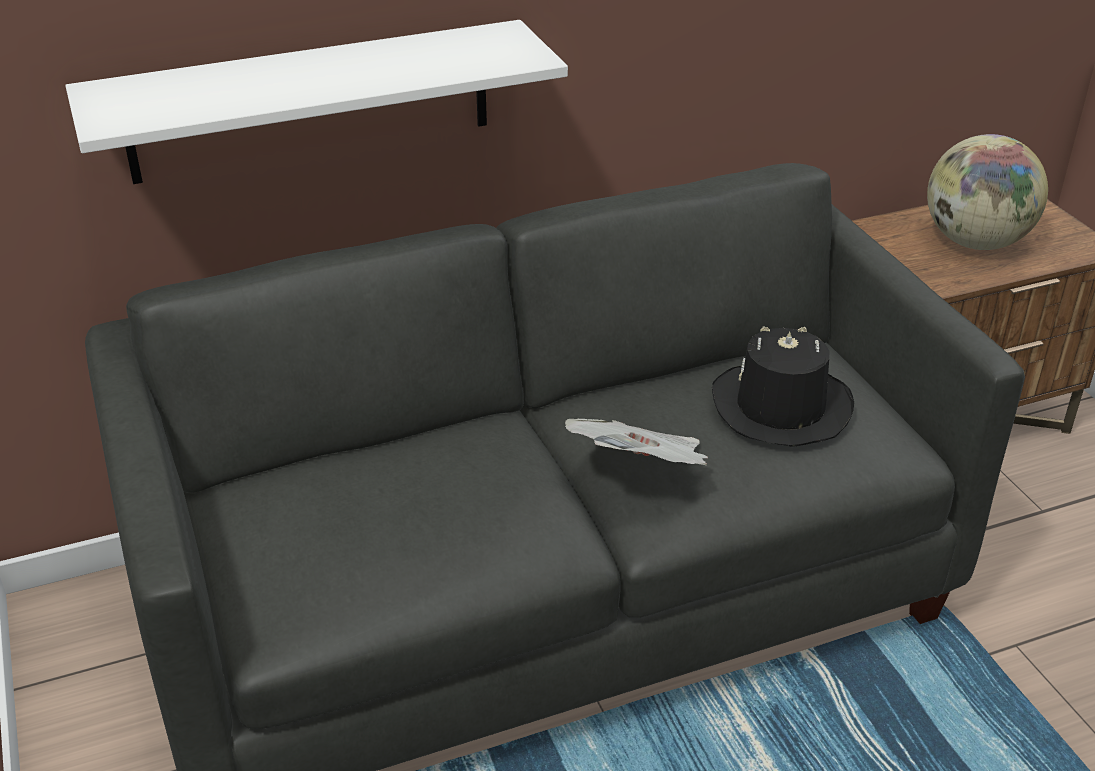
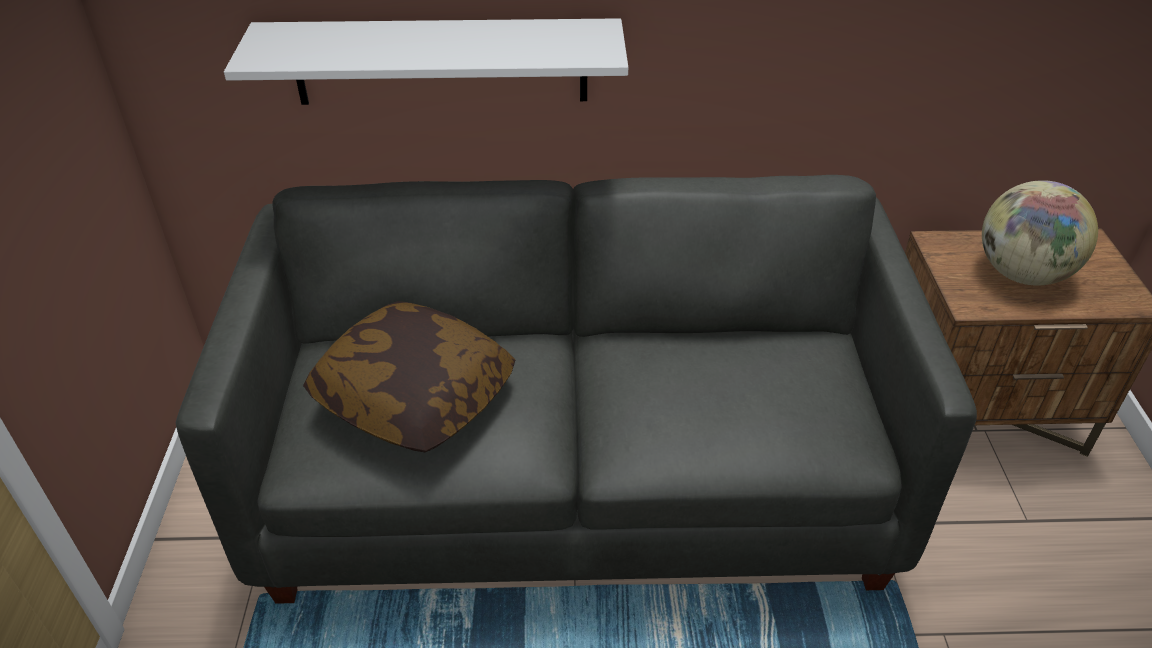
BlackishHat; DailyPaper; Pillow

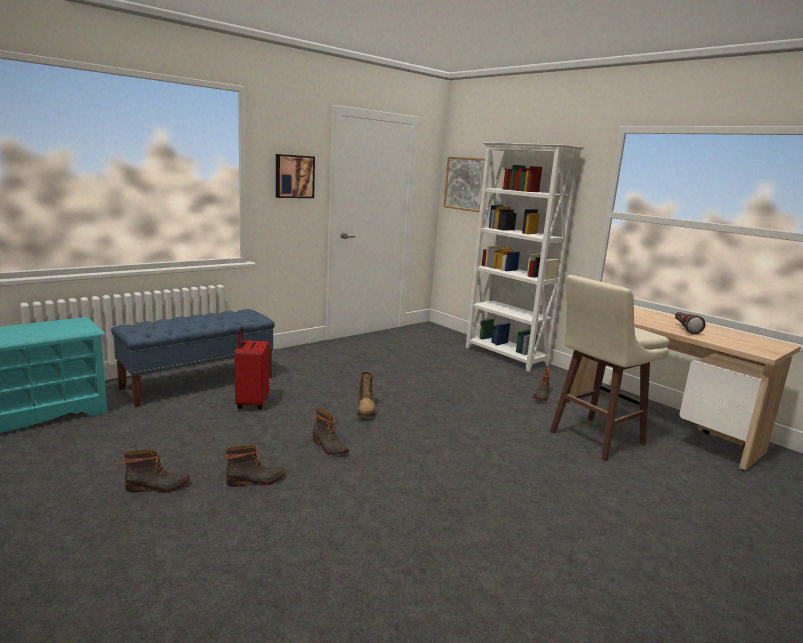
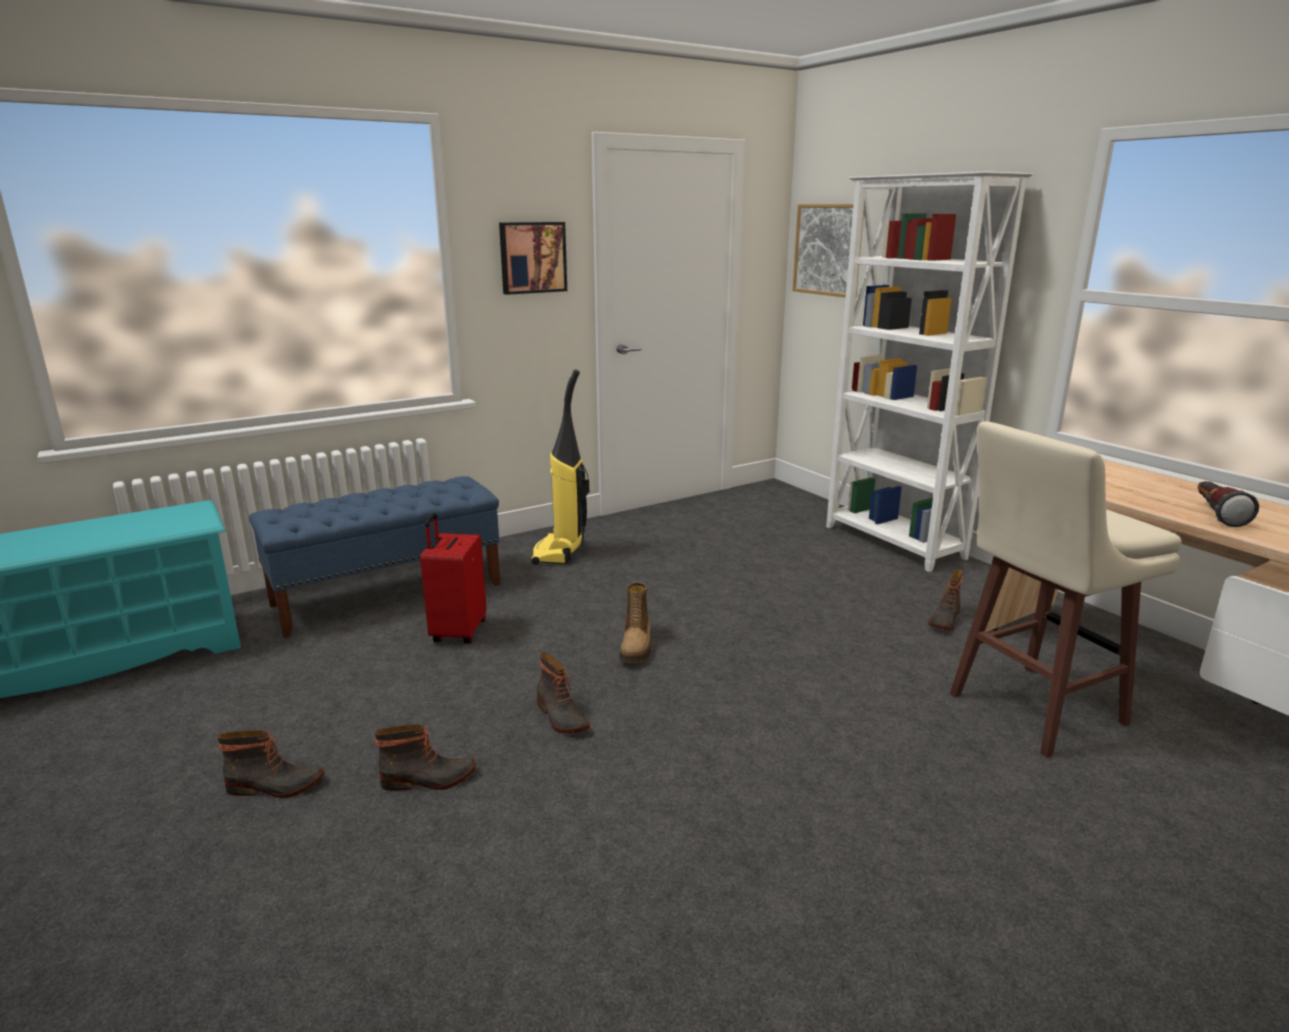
Vacuum

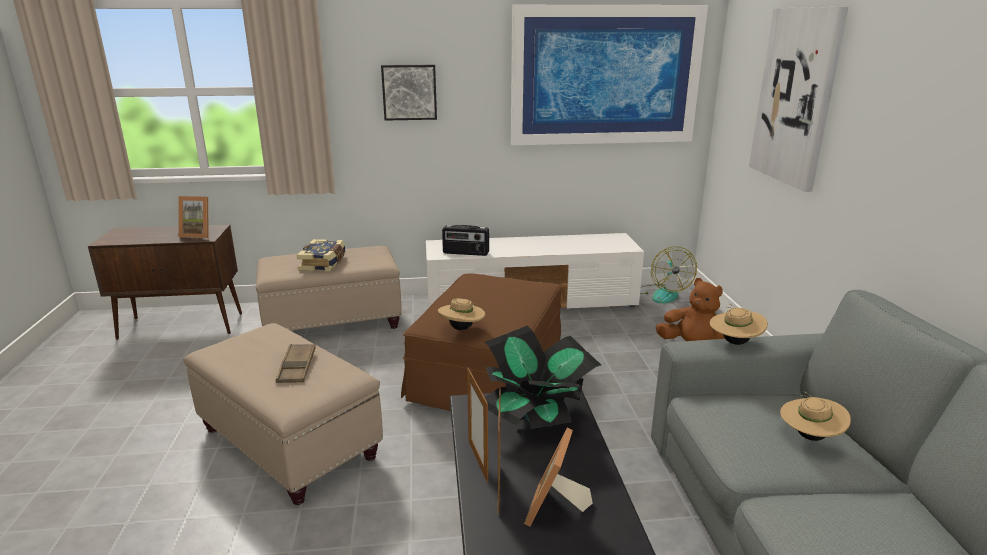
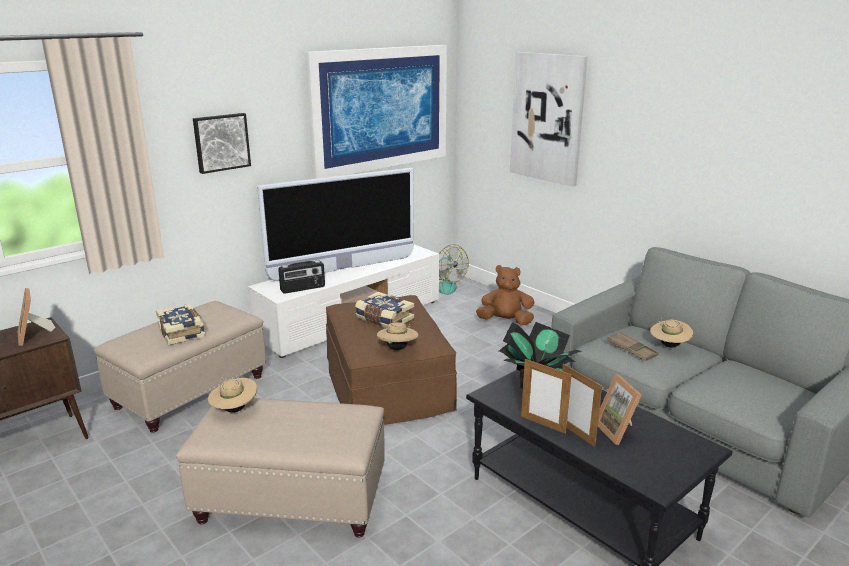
PictureFrame (no. 1 from left); BeigeHat (no. 1 from left); BrownishCarryingTray; Television; Volume (no. 2 from left)

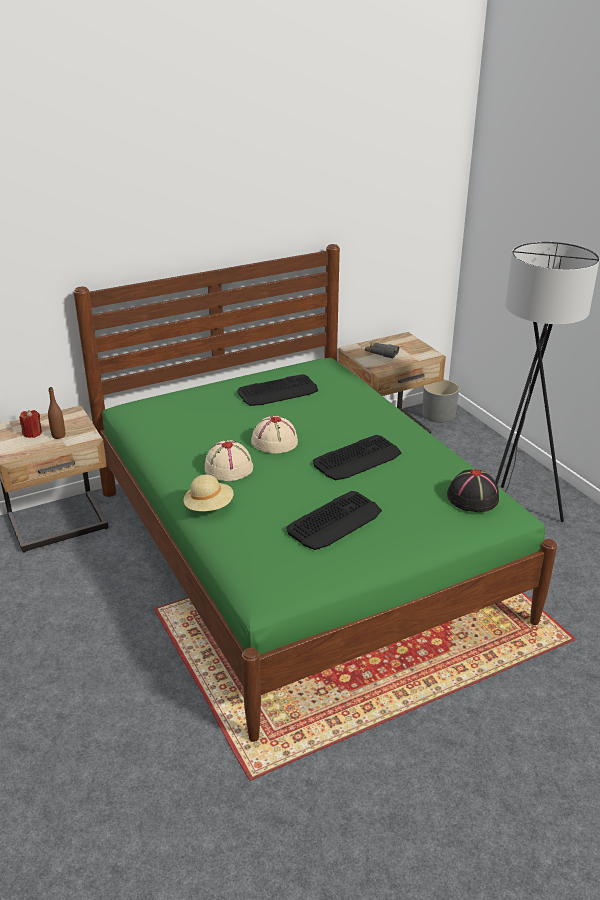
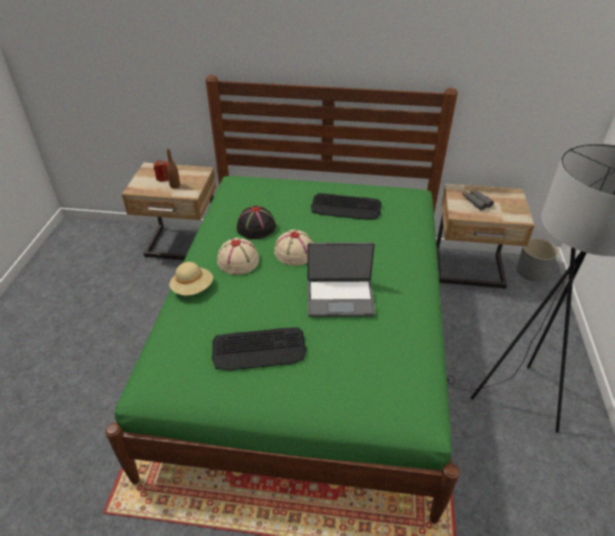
Laptop; BlackishHat

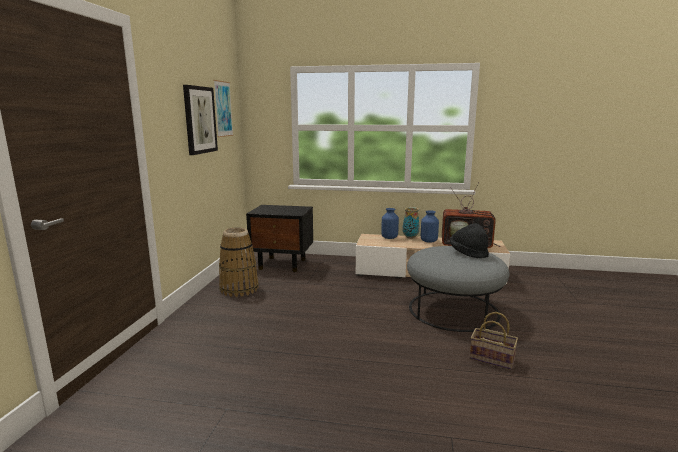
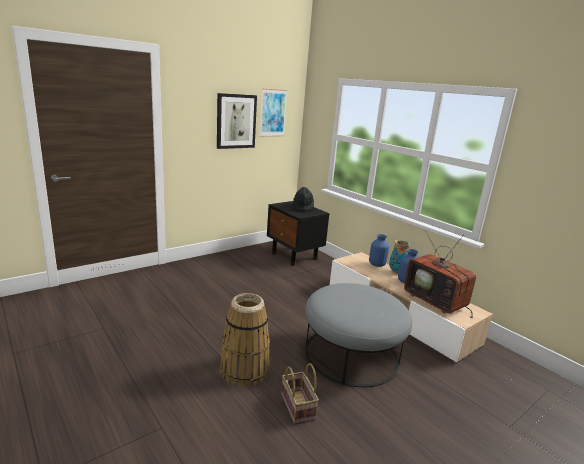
BlackishHat; StorageBasket (no. 1 from left)

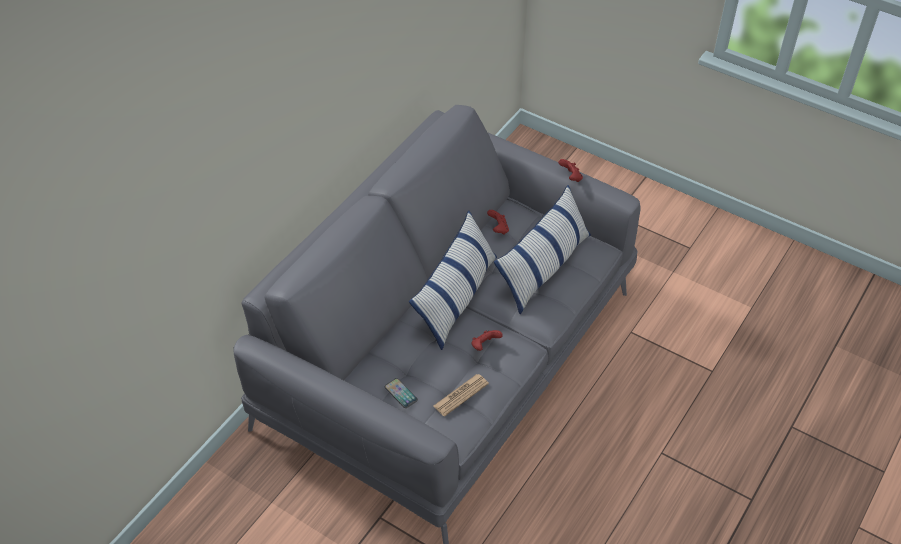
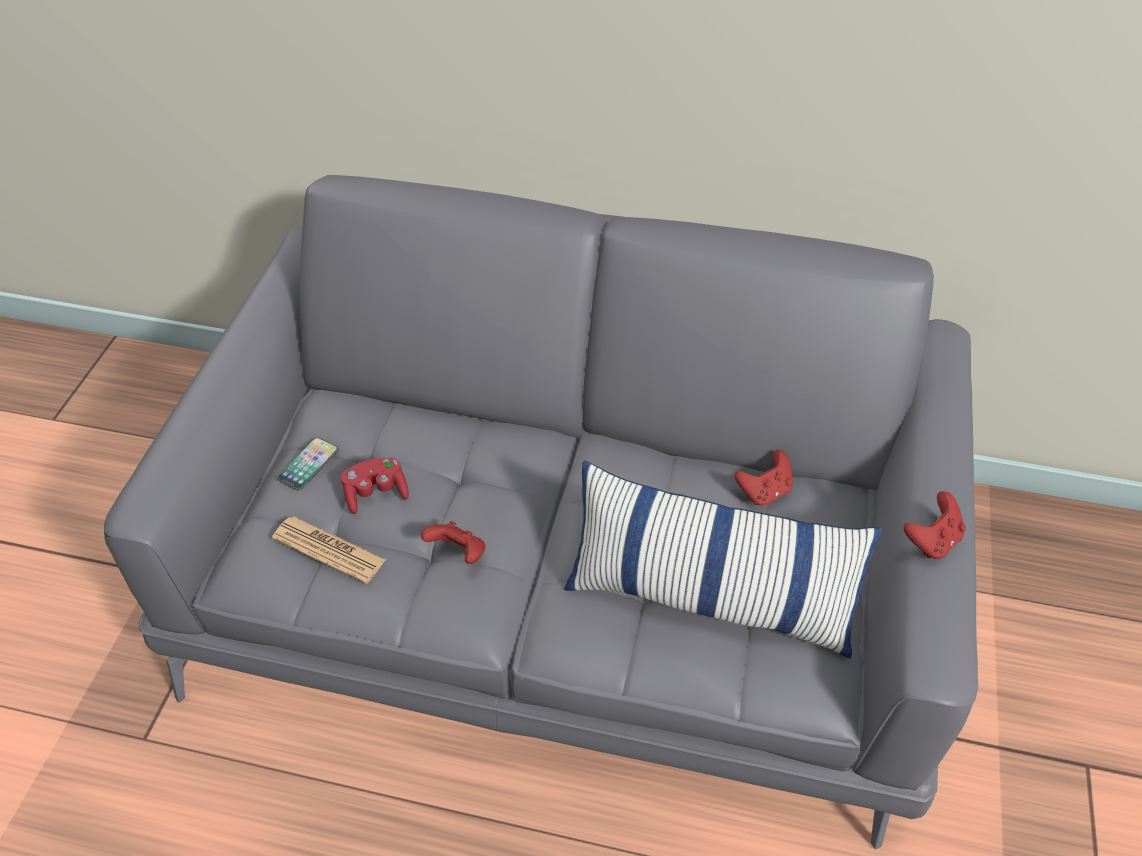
Pillow (no. 1 from left in the first image); RedColouredJoypad (no. 1 from left)

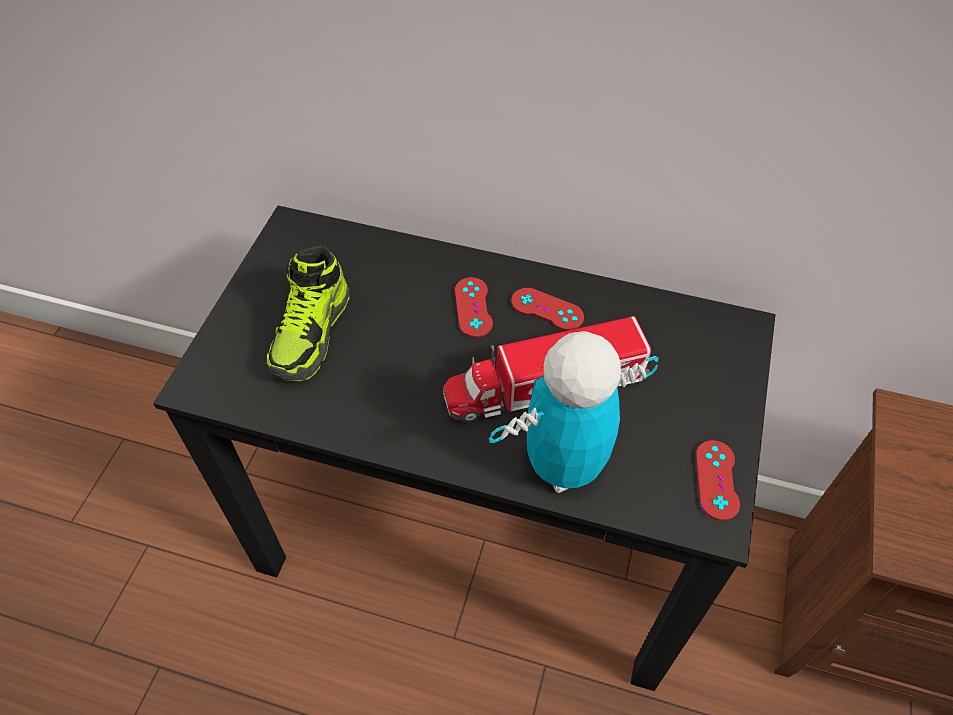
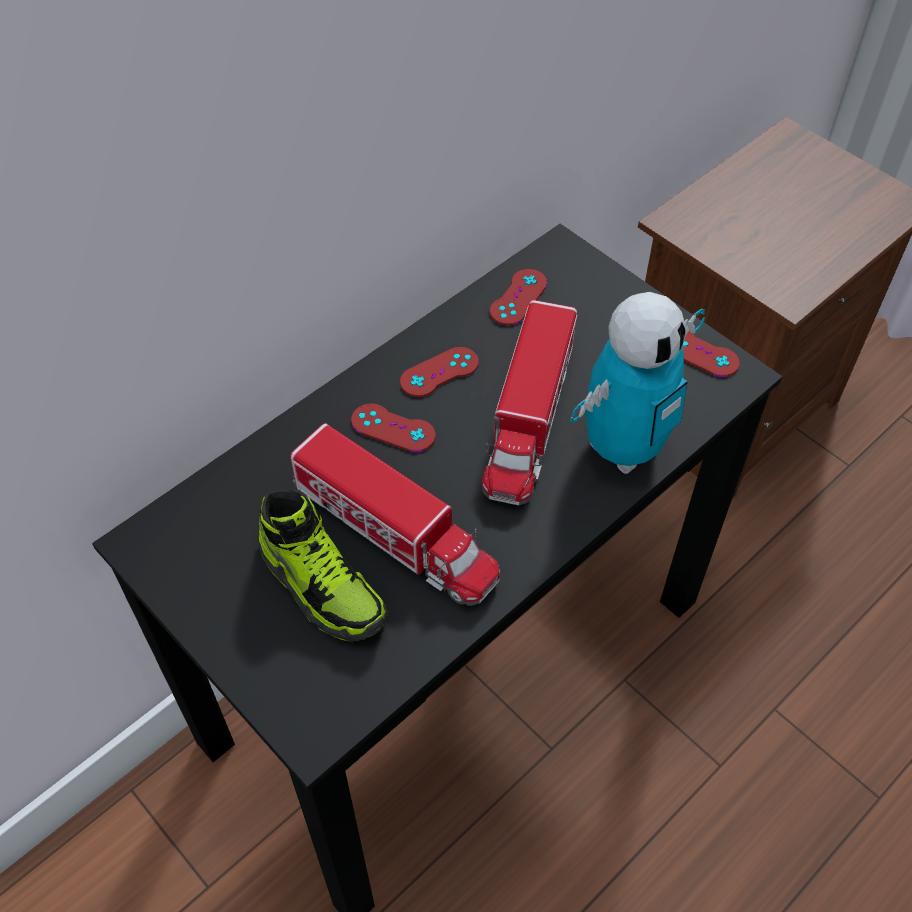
RobotFigure; RedColouredJoypad (no. 3 from left); ModelTruck (no. 1 from left)

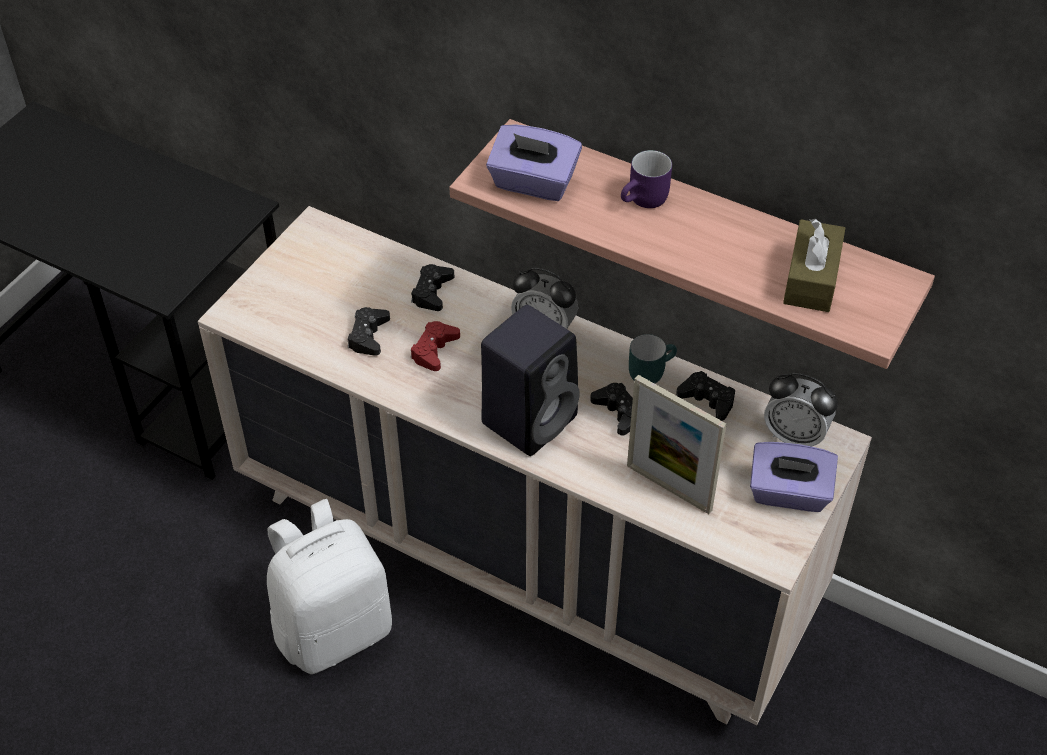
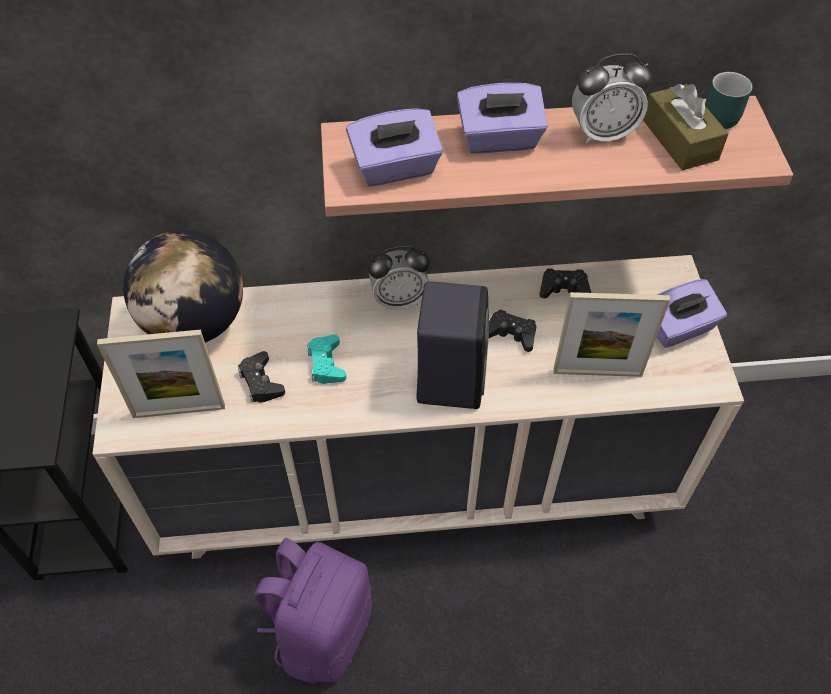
PurplishBoxOfTissues (no. 2 from left); BlackishJoypad (no. 2 from left in the first image); TurquoiseJoypad; TurquoiseMug; TableClock (no. 2 from left); PurplishRucksack; DeskGlobe; PictureFrame (no. 1 from left)

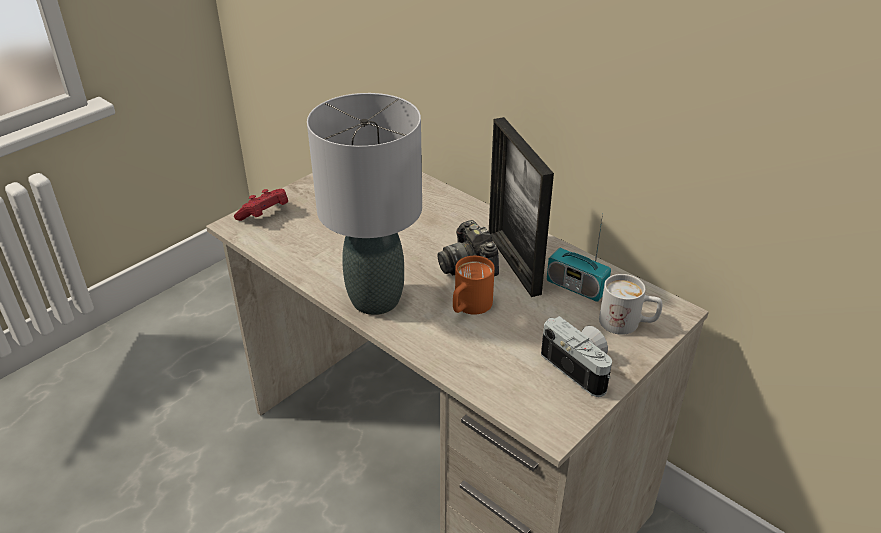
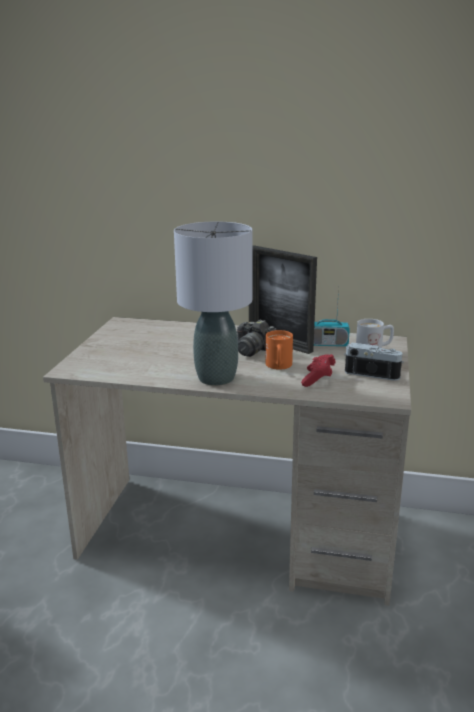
RedColouredJoypad

